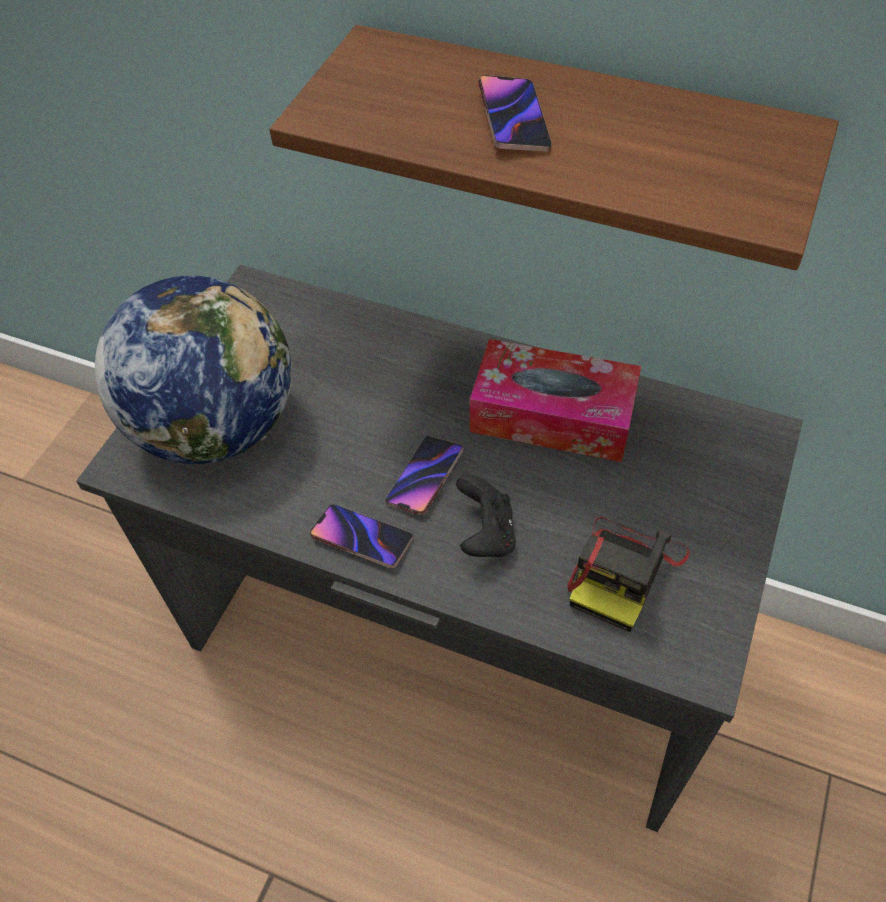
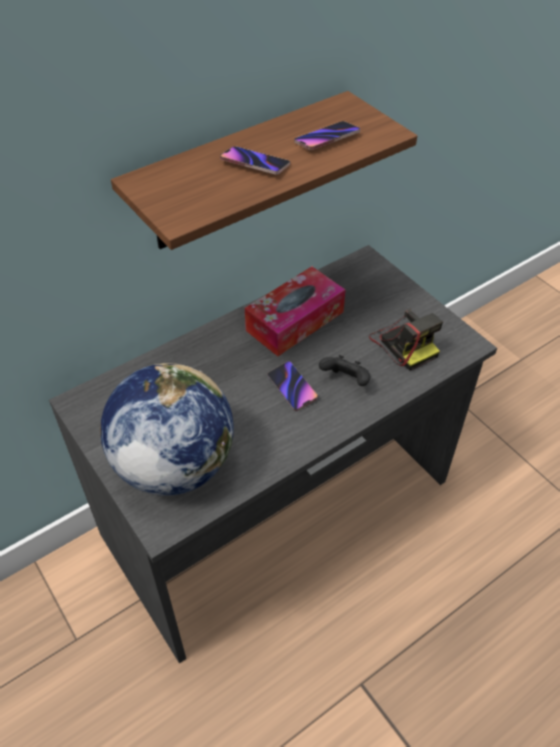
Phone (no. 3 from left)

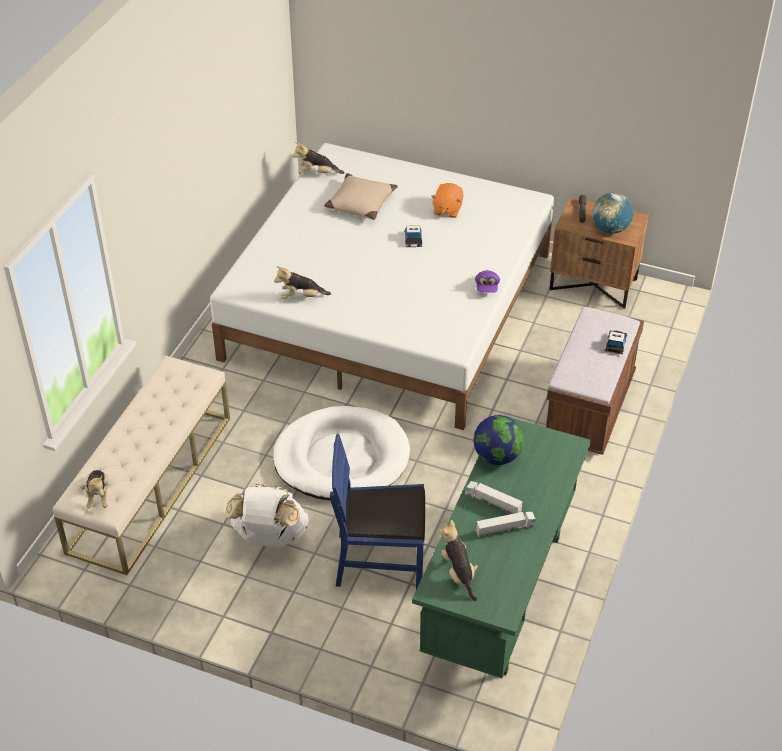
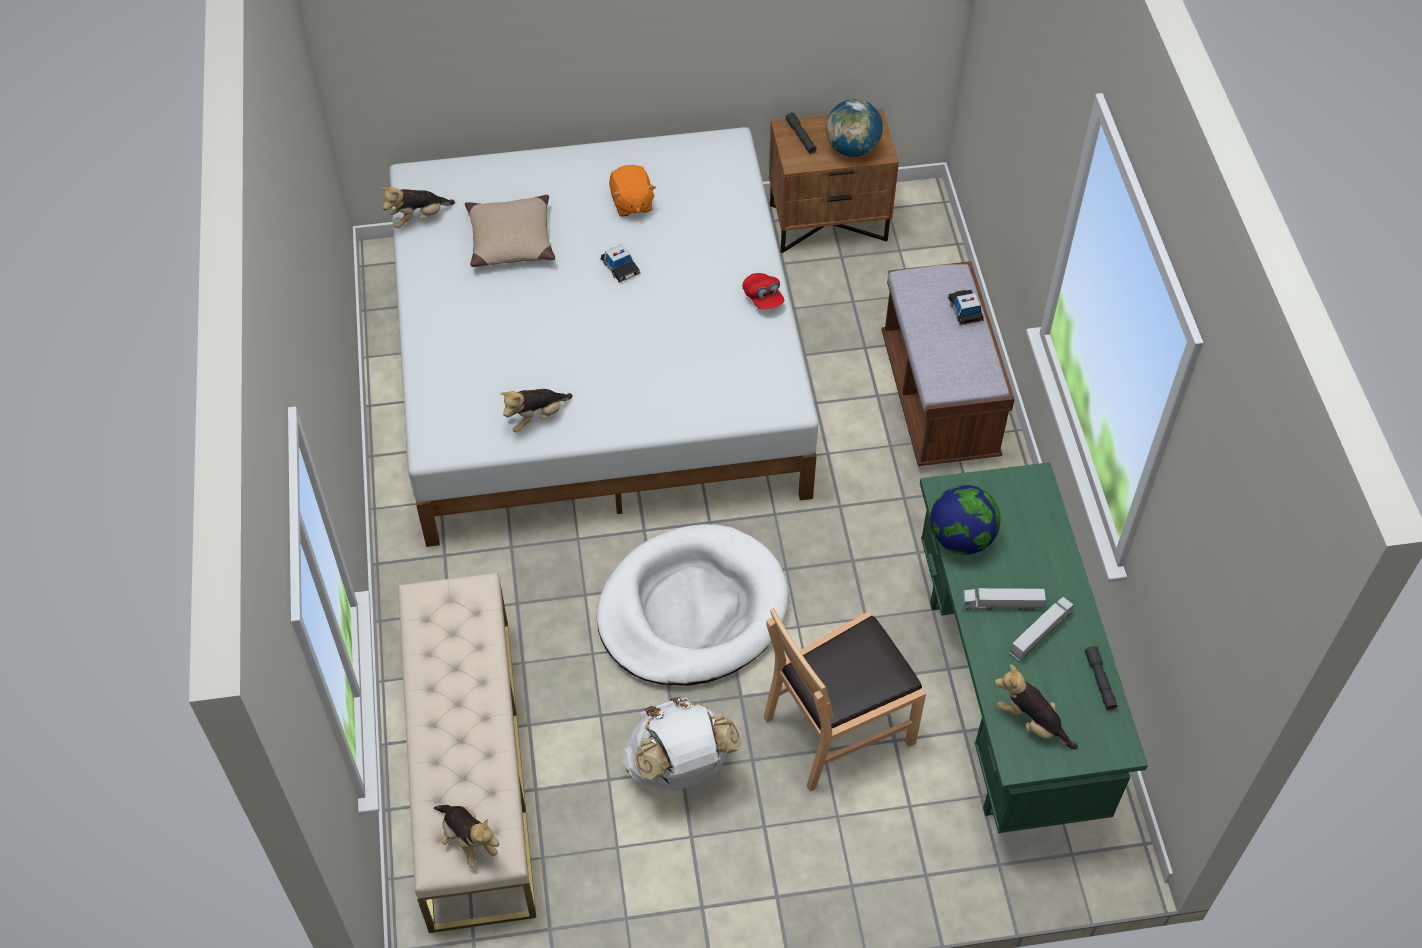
RedColouredPeakedCap; BrownishChair; GrayTorch (no. 2 from left)

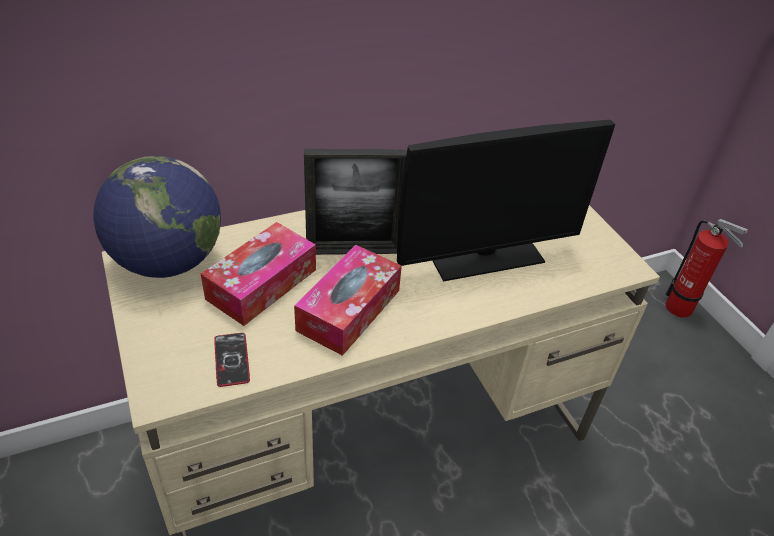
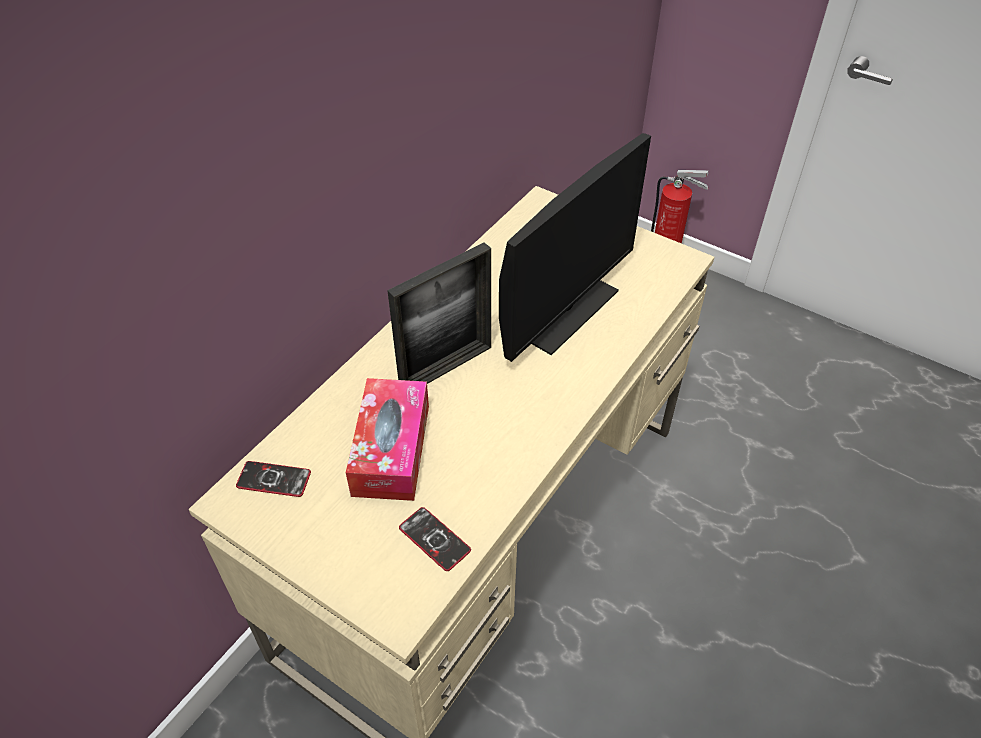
Phone (no. 1 from left); BoxOfTissues (no. 2 from left in the first image)

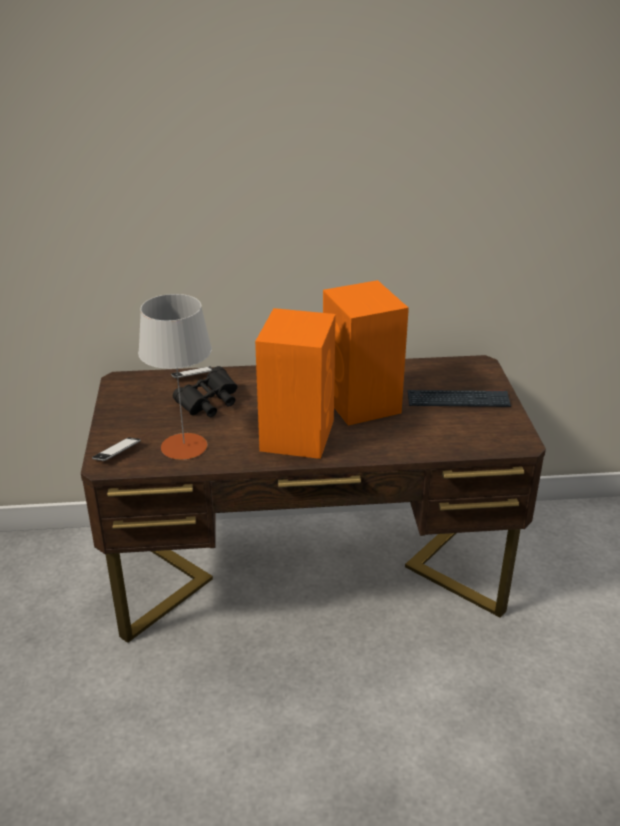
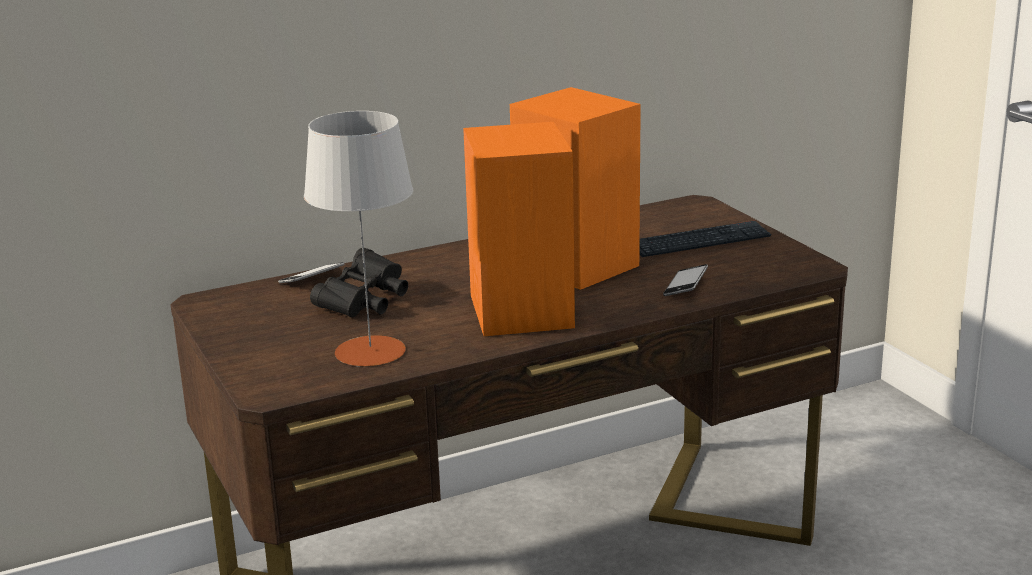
Phone (no. 2 from left)

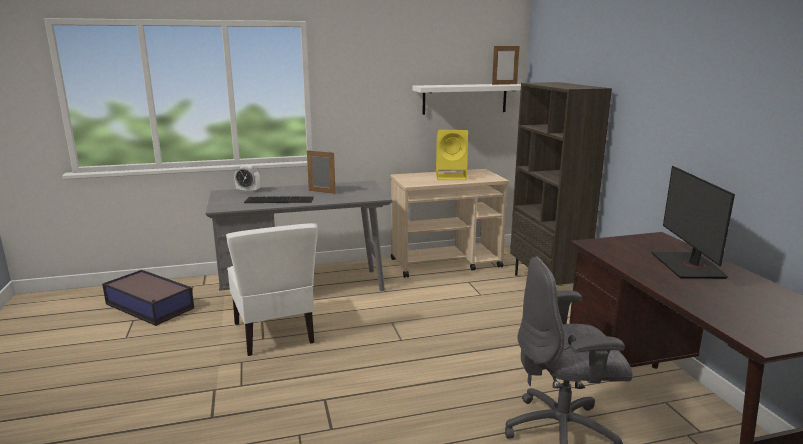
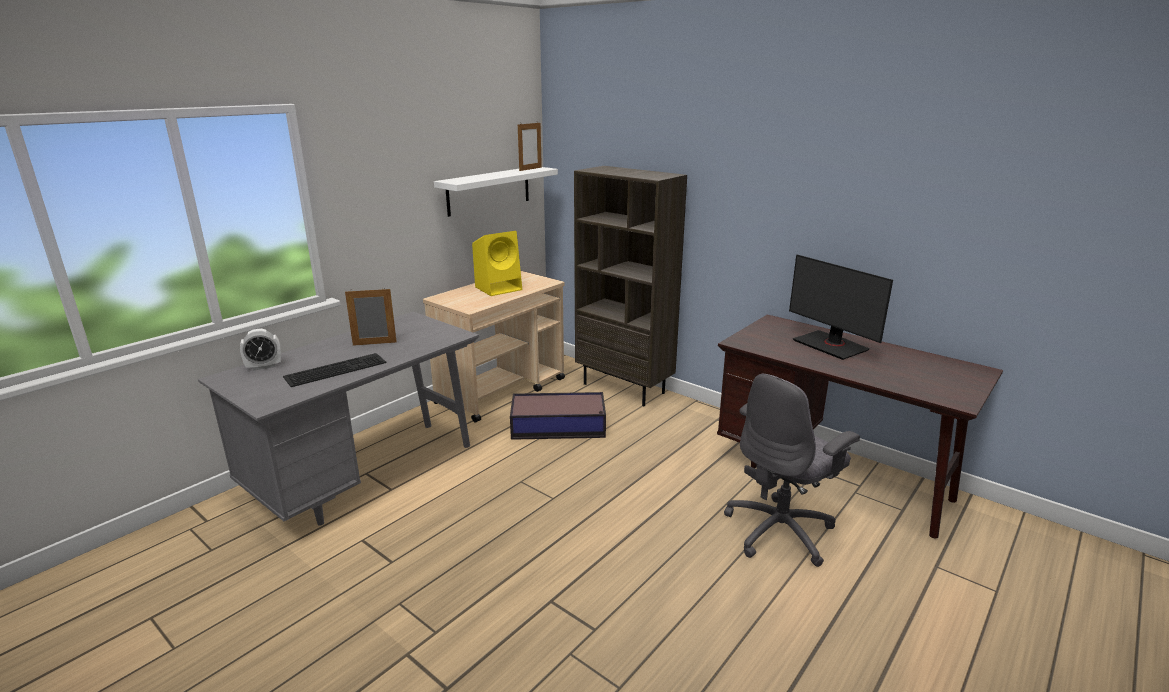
WhiteColouredChair; StorageContainer

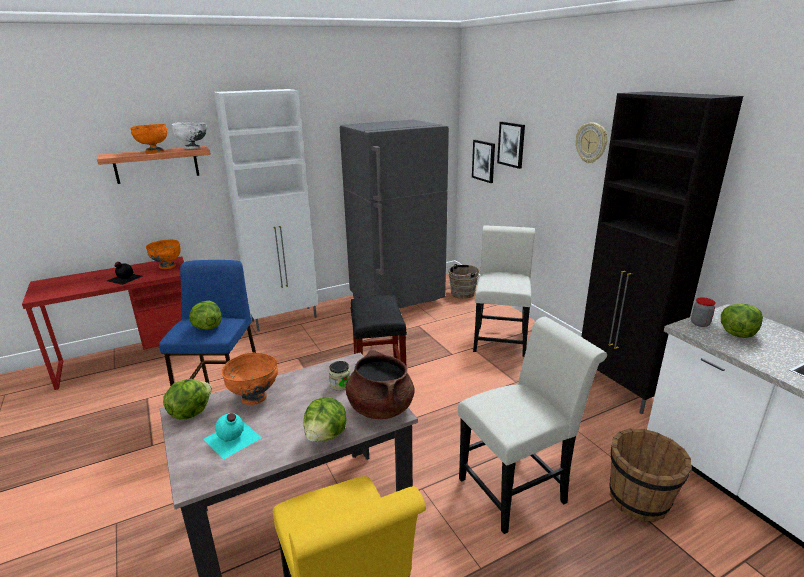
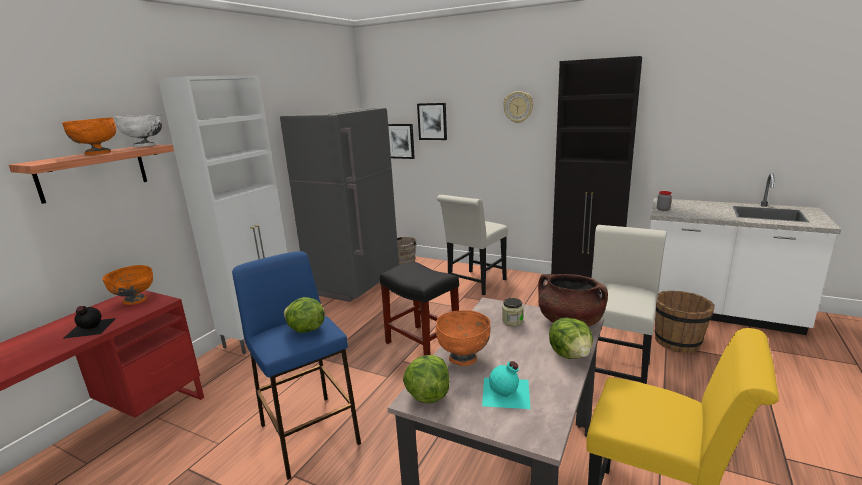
WhiteColouredChair (no. 1 from left); Lettuce (no. 4 from left in the first image)

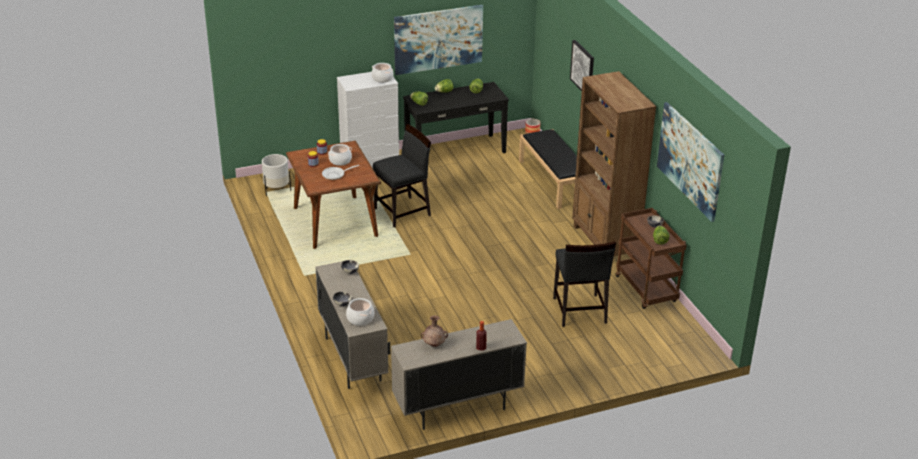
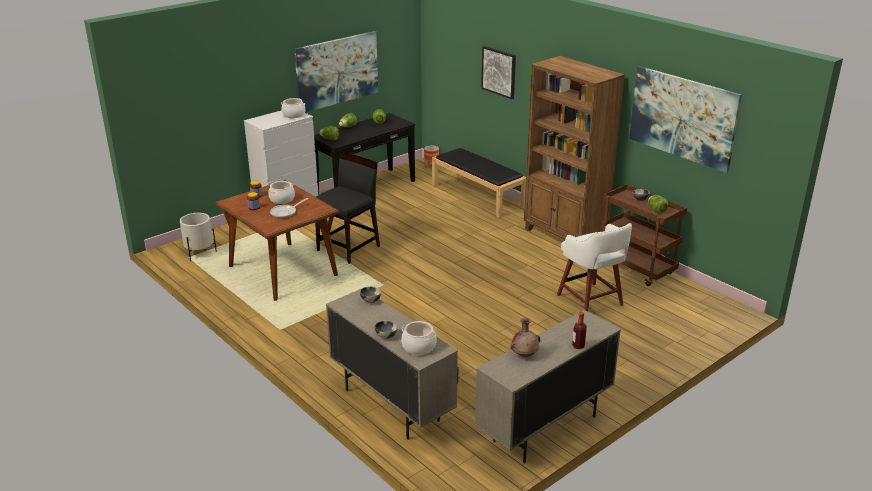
WhiteColouredSittingStool

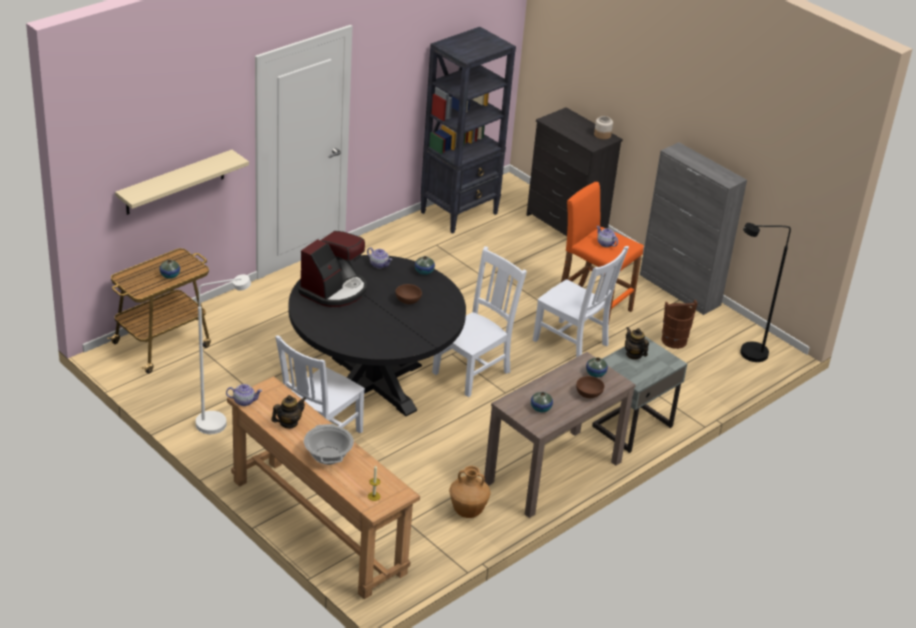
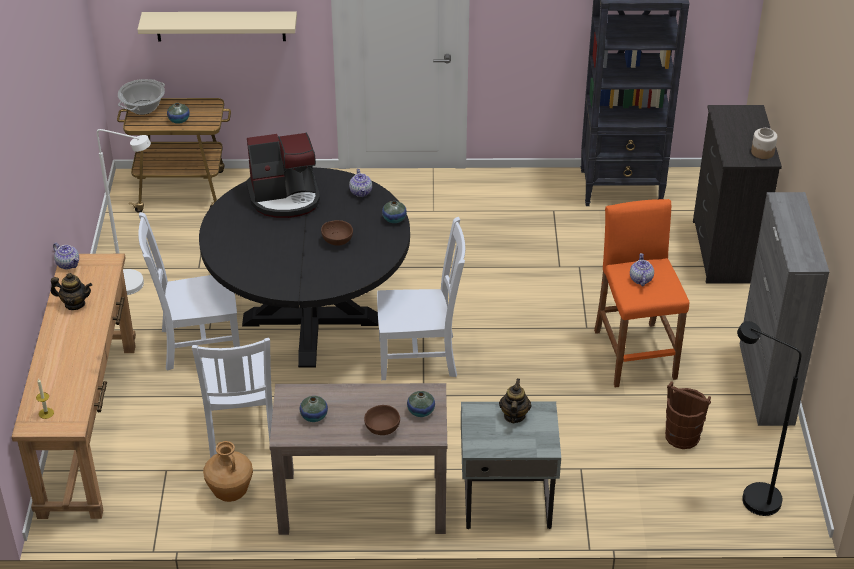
WhiteColouredChair (no. 2 from left); CookingPot

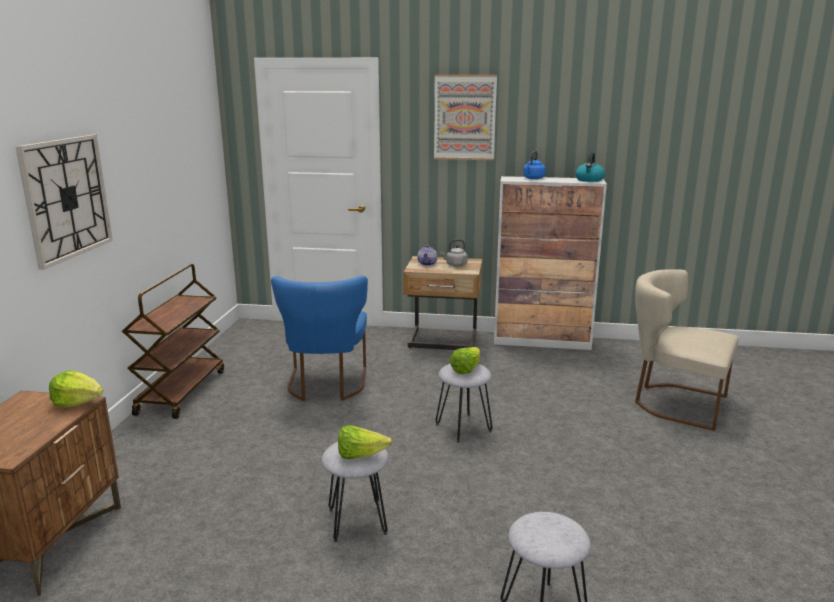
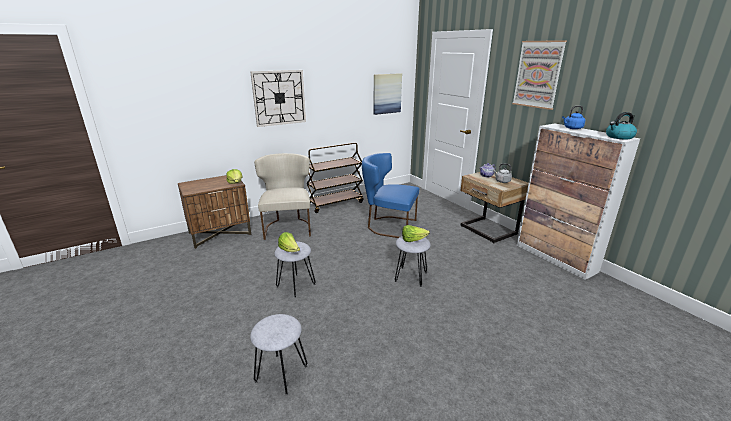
BeigeChair; BlueColouredChair; Picture (no. 1 from left)

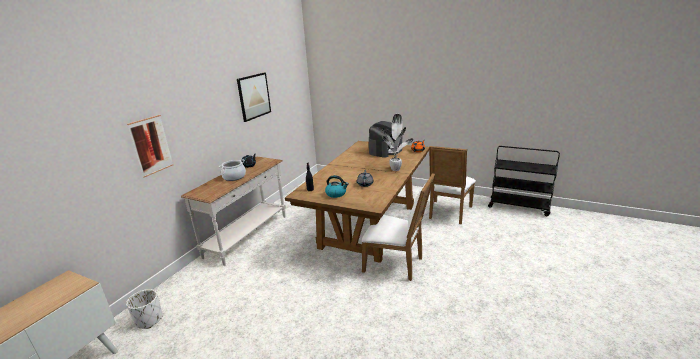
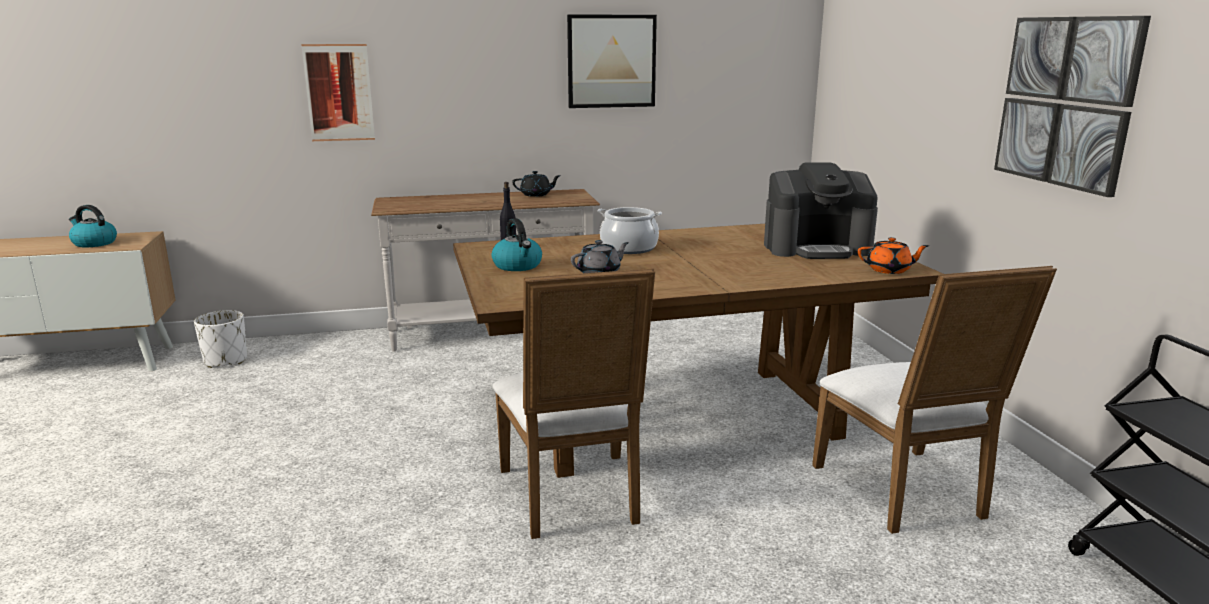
Houseplant; WhiteColouredChair (no. 2 from left); CookingPot; Picture (no. 3 from left); WaterKettle (no. 1 from left)

